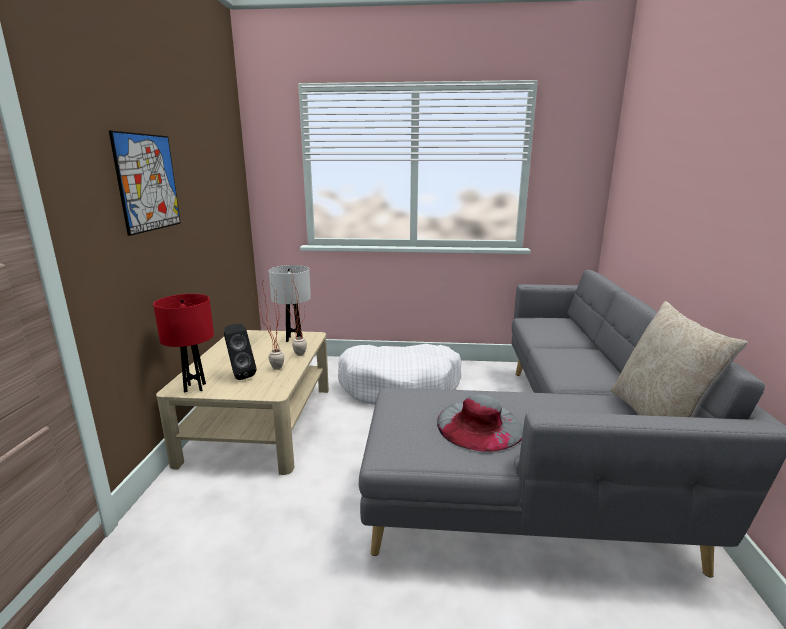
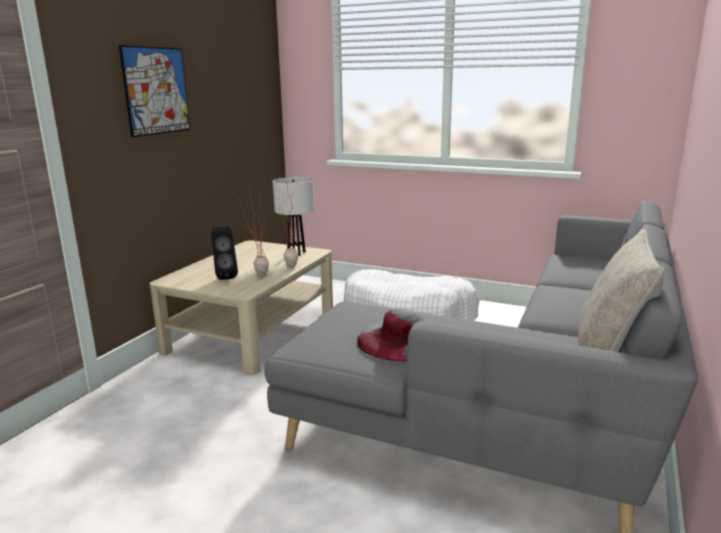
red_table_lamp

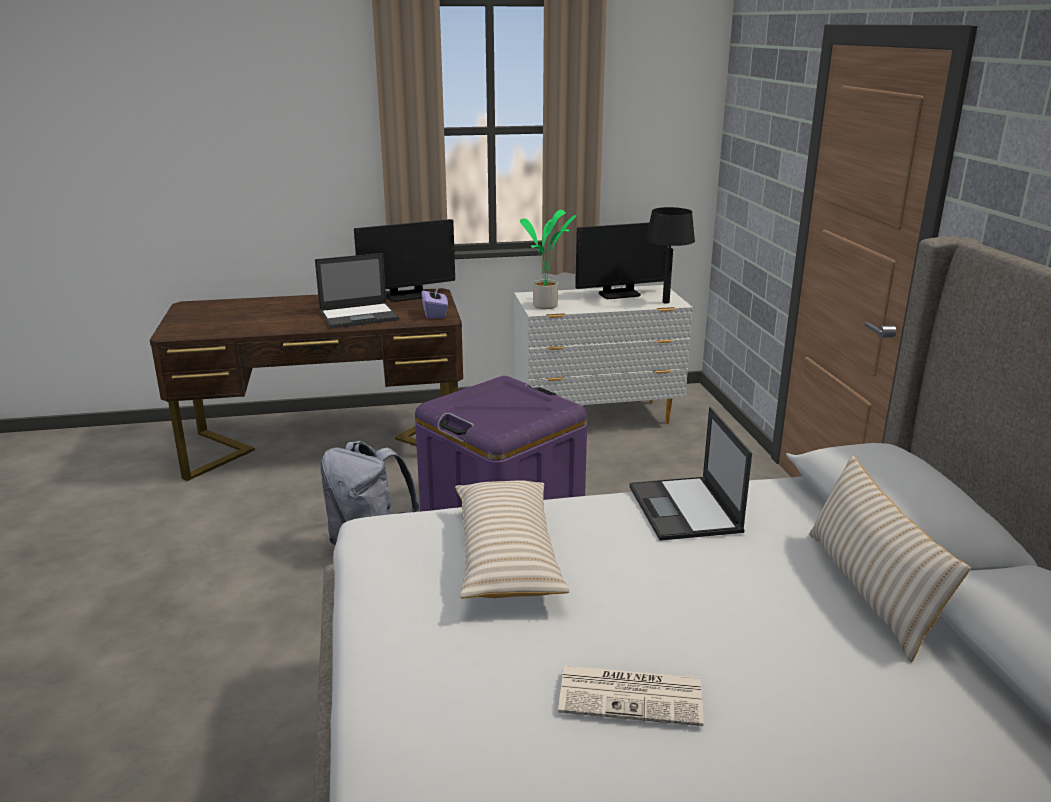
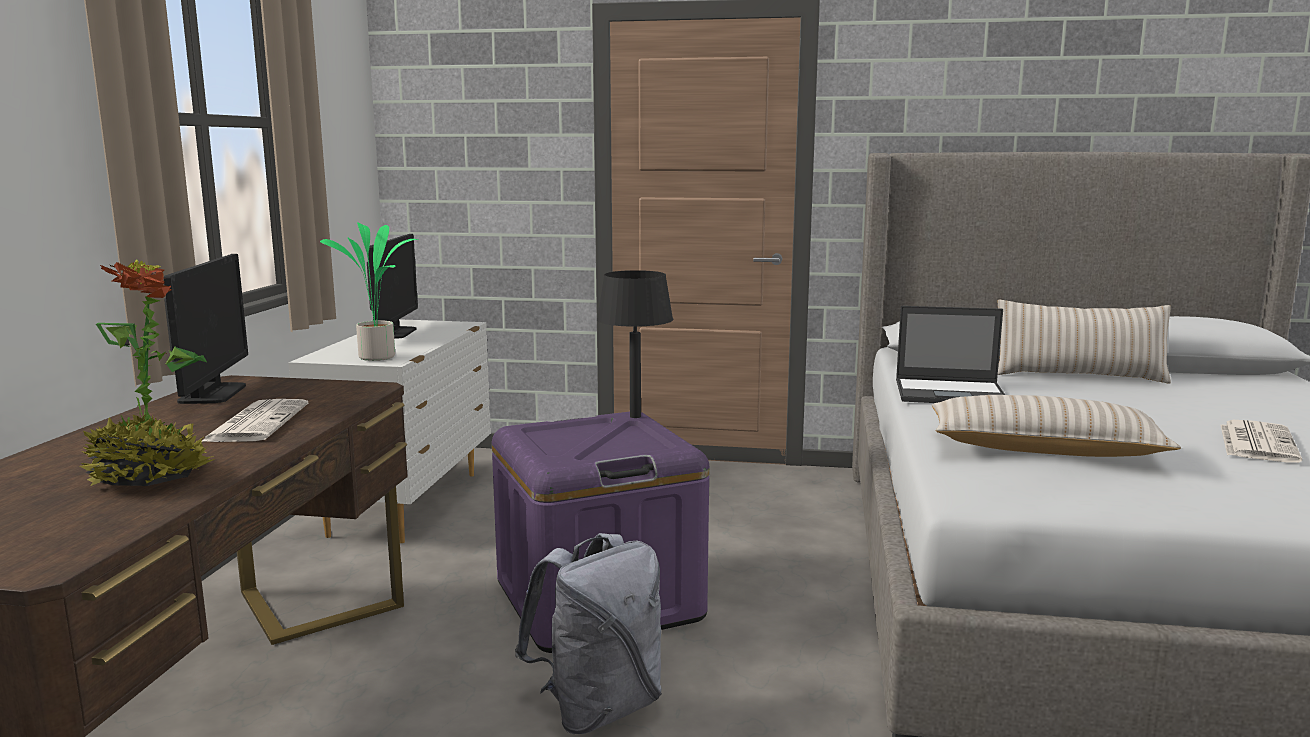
purple_tissue_box; potted_plant (1st from left); black_table_lamp; newspaper (1st from left)

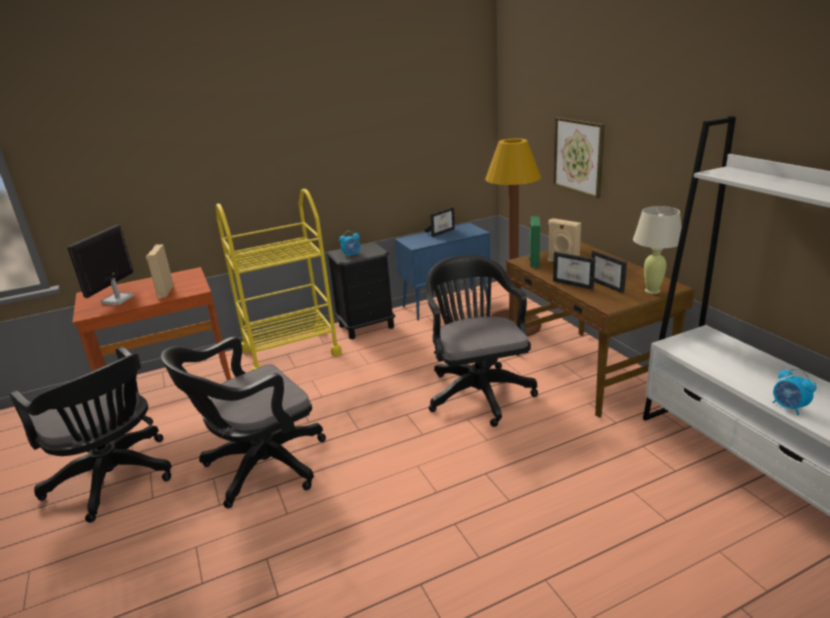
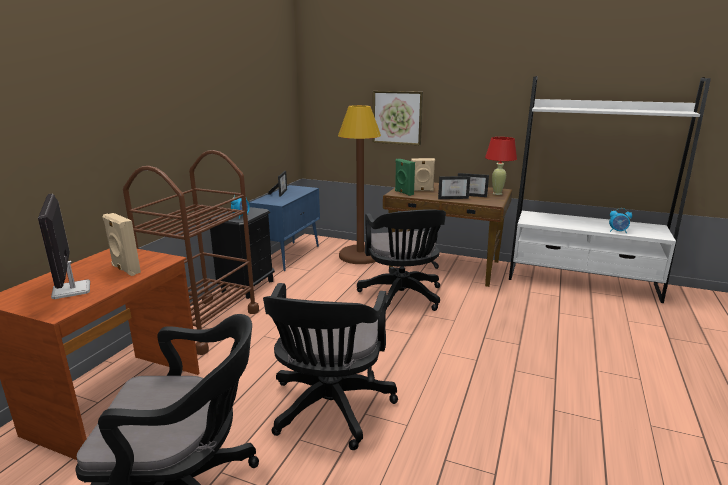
brown_cart; red_table_lamp; black_office_chair (3rd from left)

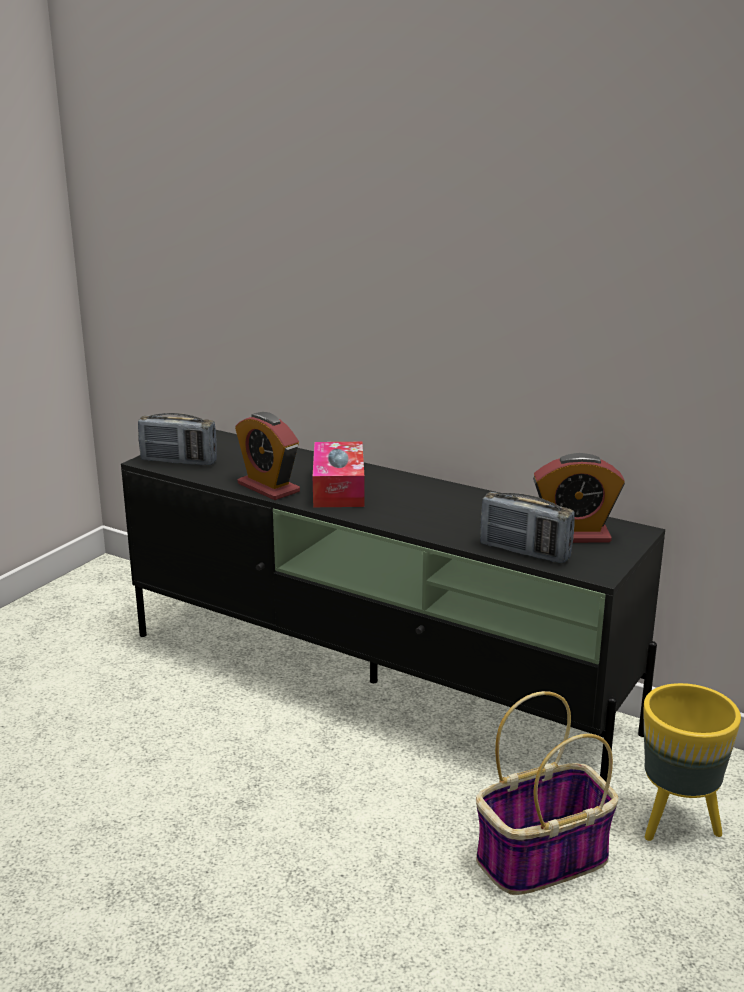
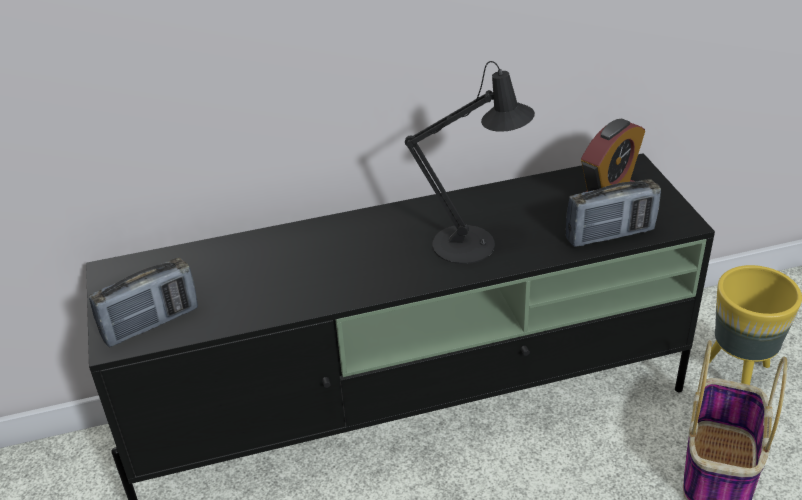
alarm_clock (1st from left in the first image); tissue_box; black_table_lamp

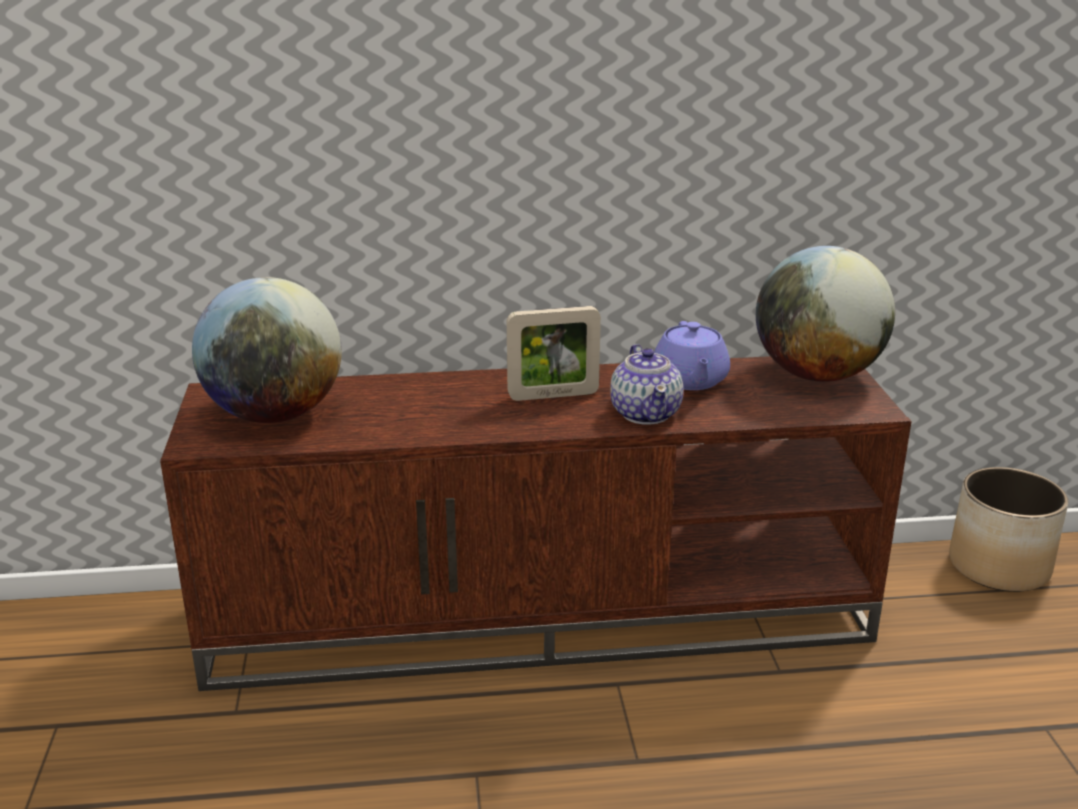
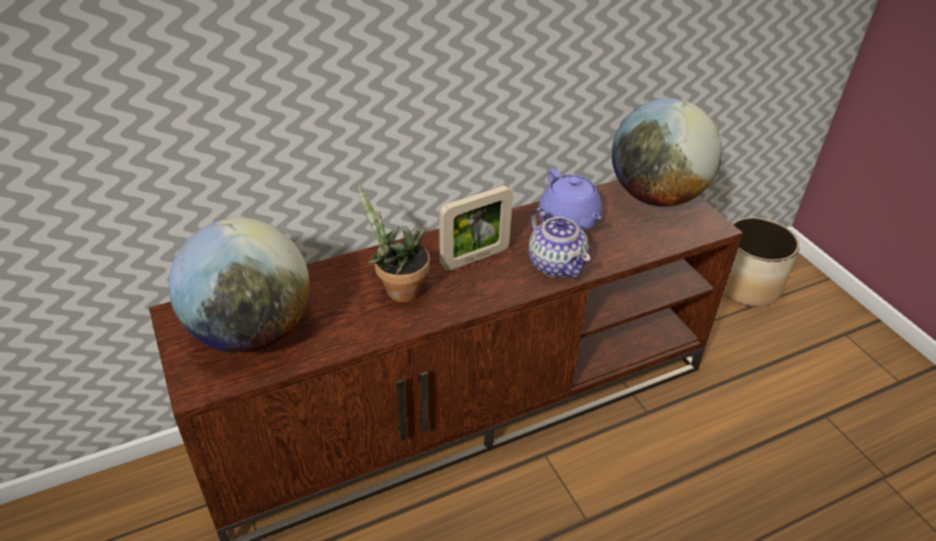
potted_plant

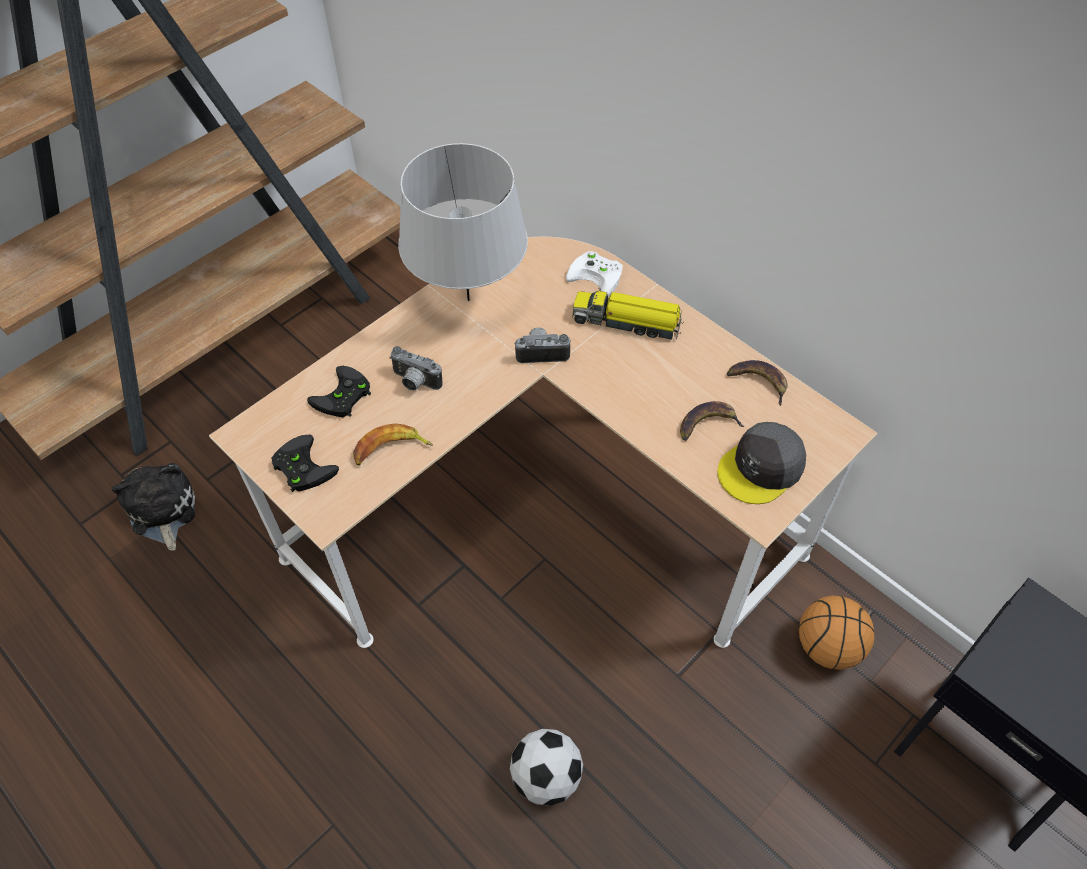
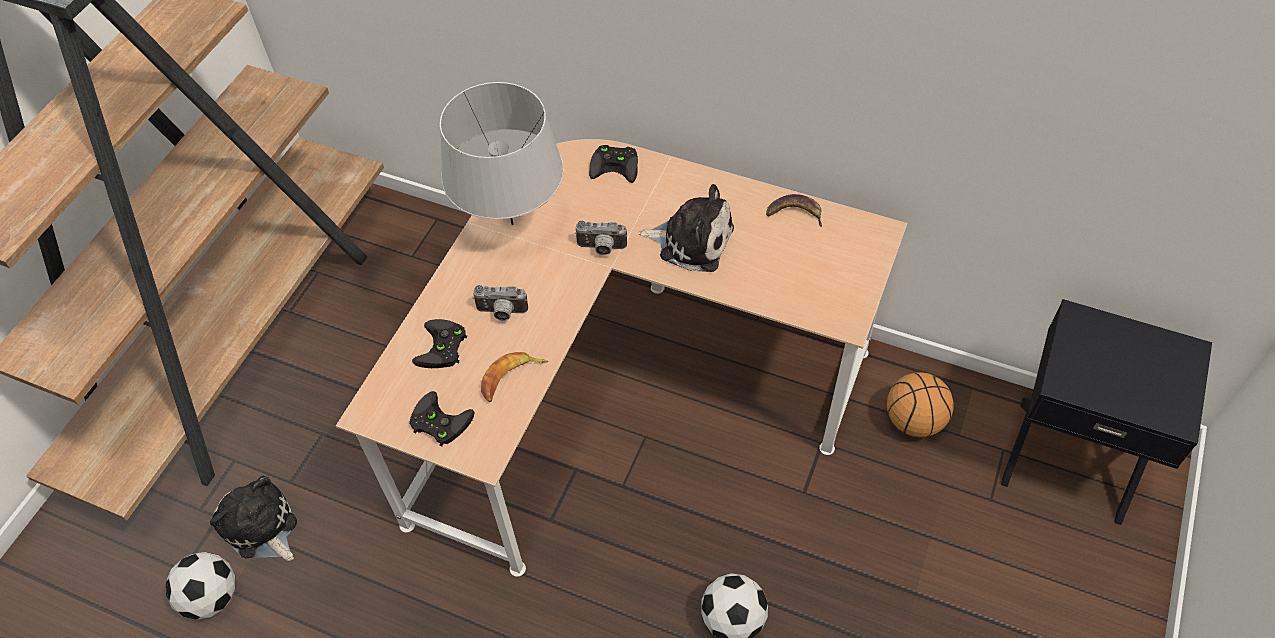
toy_truck; banana (2nd from left in the first image); grey_cap; football (1st from left); plush_toy (2nd from left); black_game_controller (3rd from left); photo_camera (2nd from left)

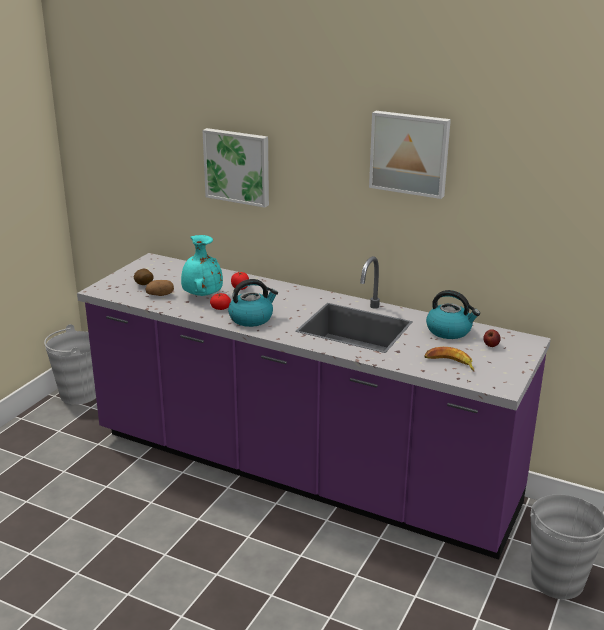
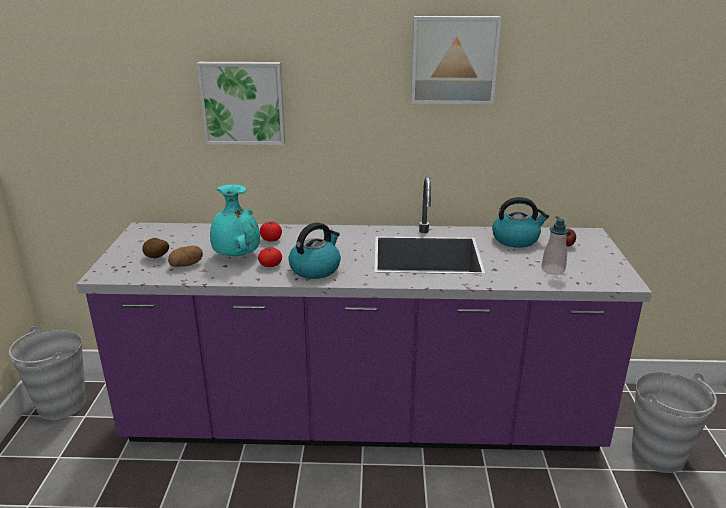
soap_dispenser

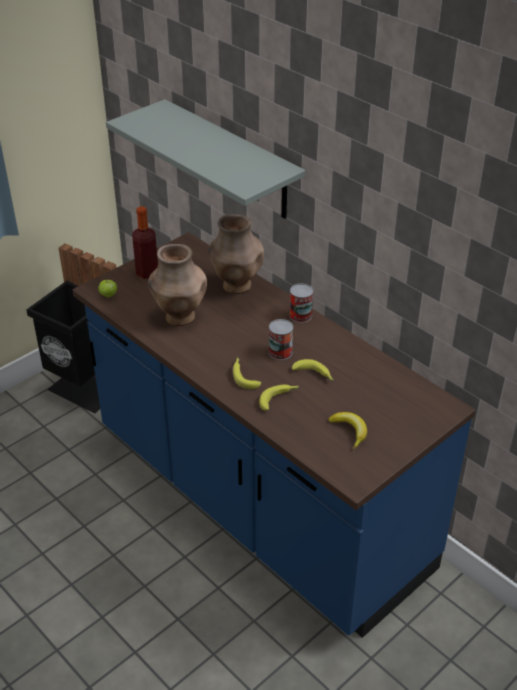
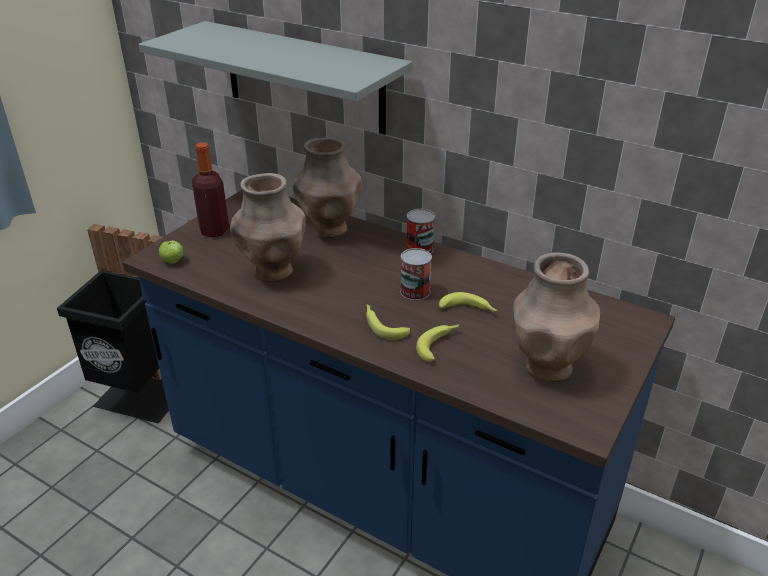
brown_vase (3rd from left)

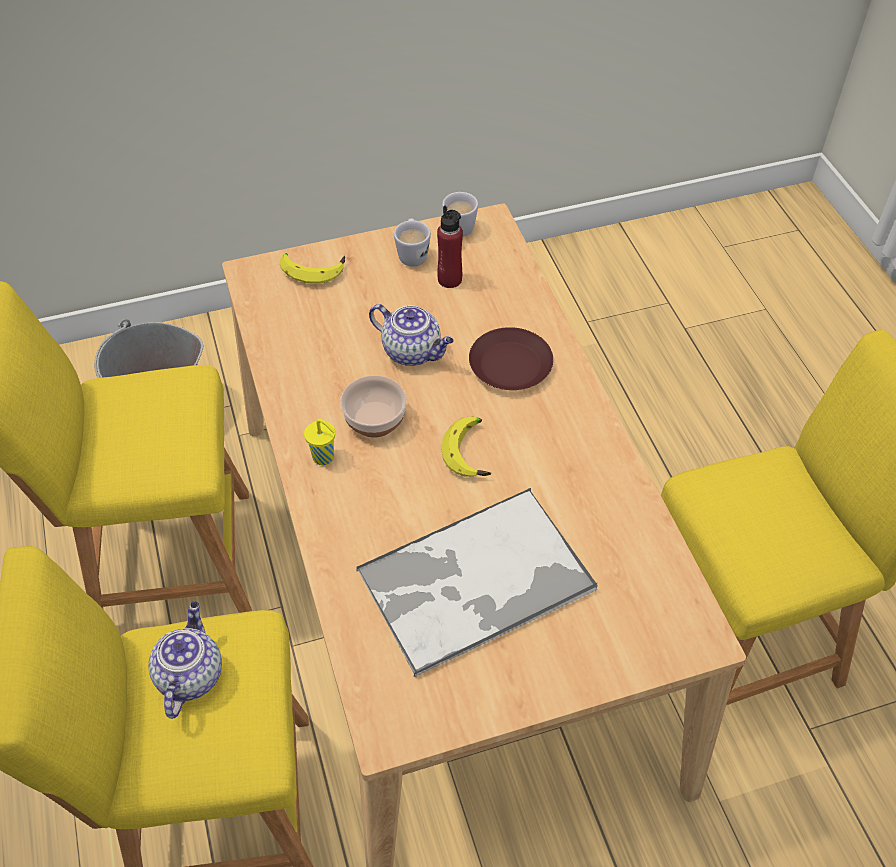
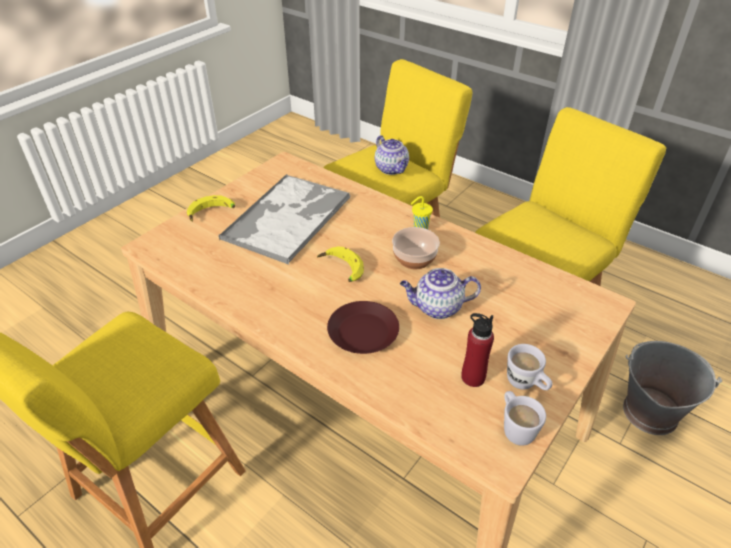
banana (1st from left)

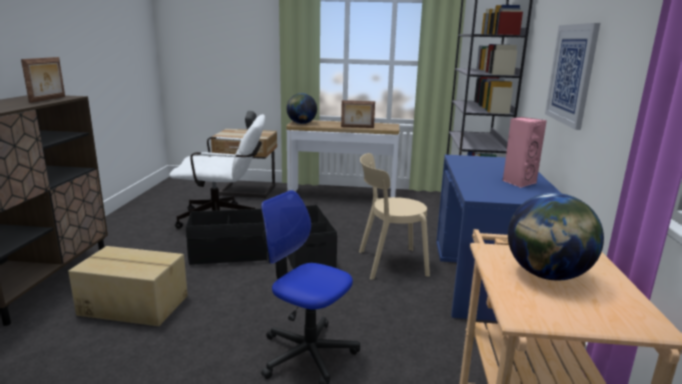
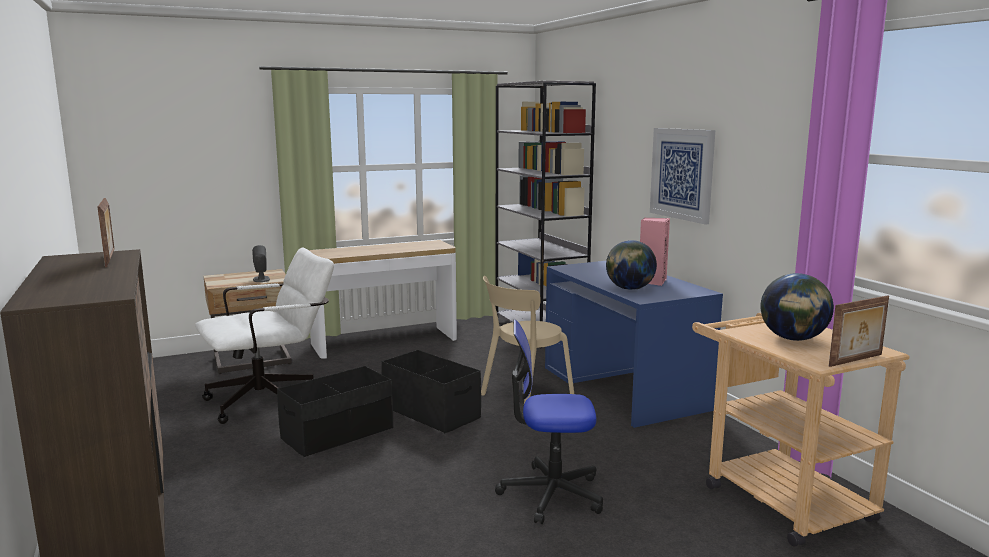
cardboard_box; globe (1st from left); picture_frame (2nd from left)

